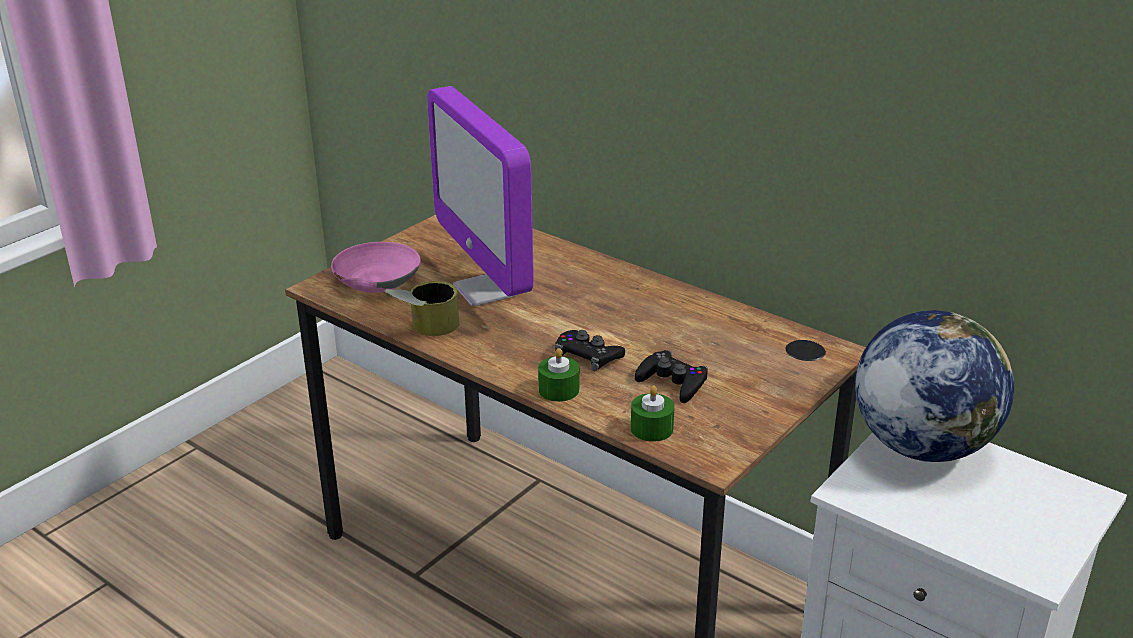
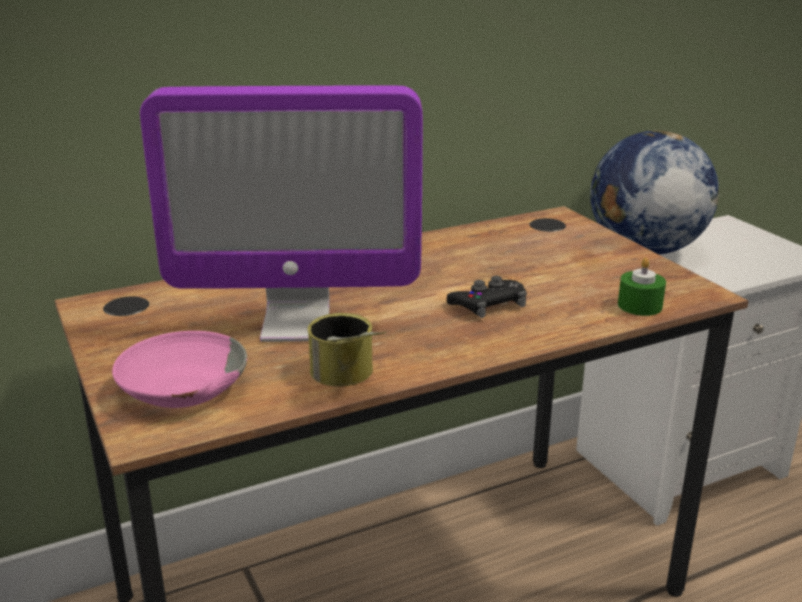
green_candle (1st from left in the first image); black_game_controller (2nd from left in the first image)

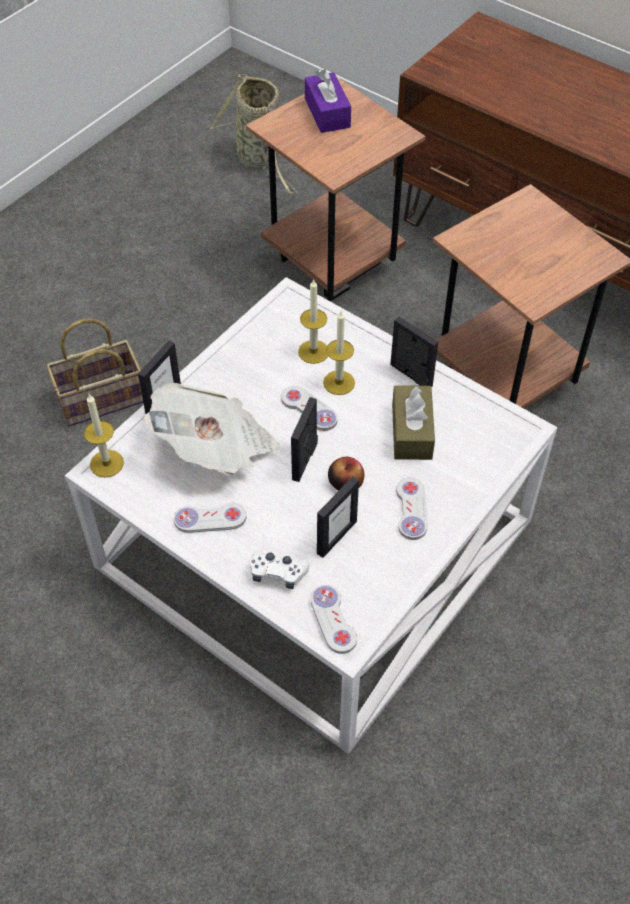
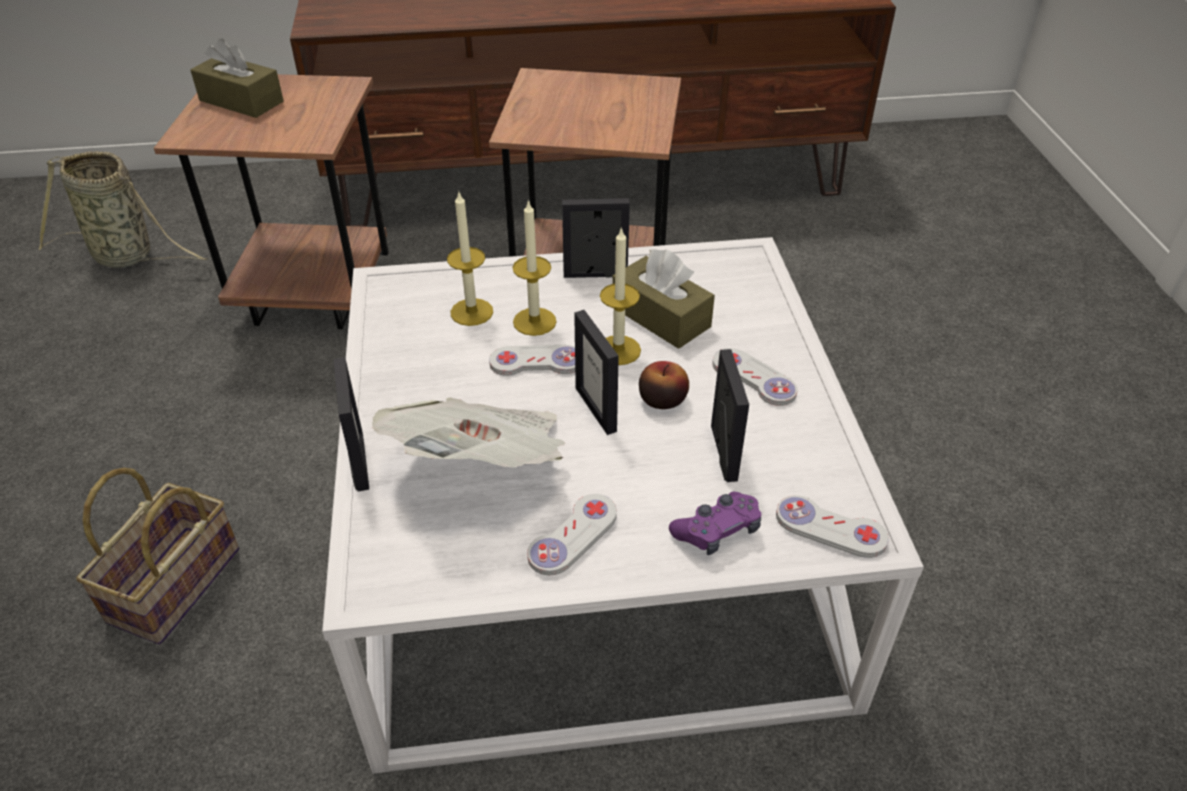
candle (3rd from left); purple_game_controller; brown_tissue_box (1st from left)

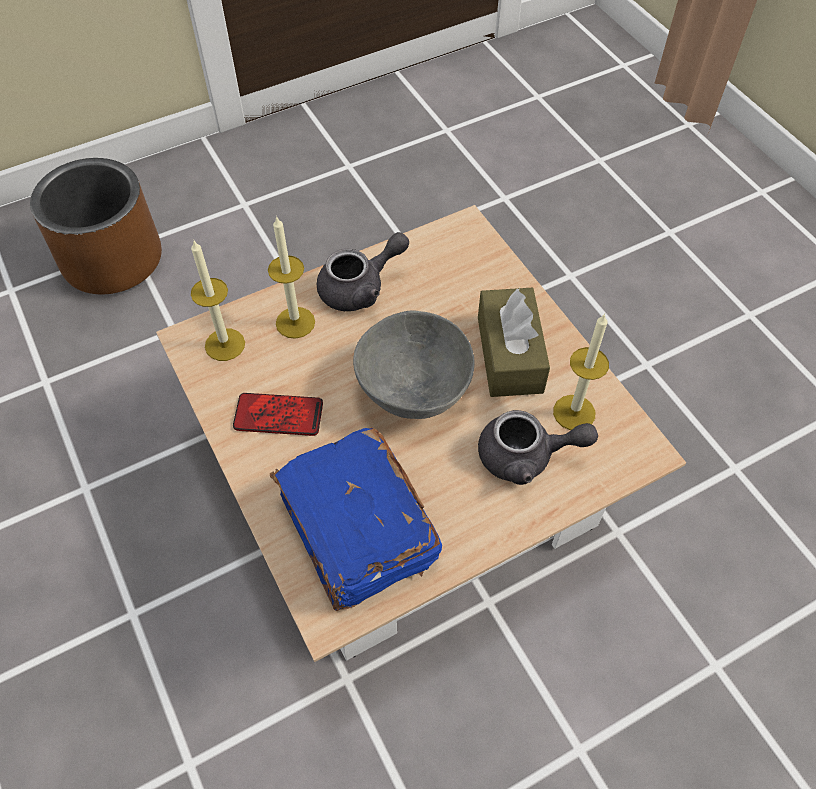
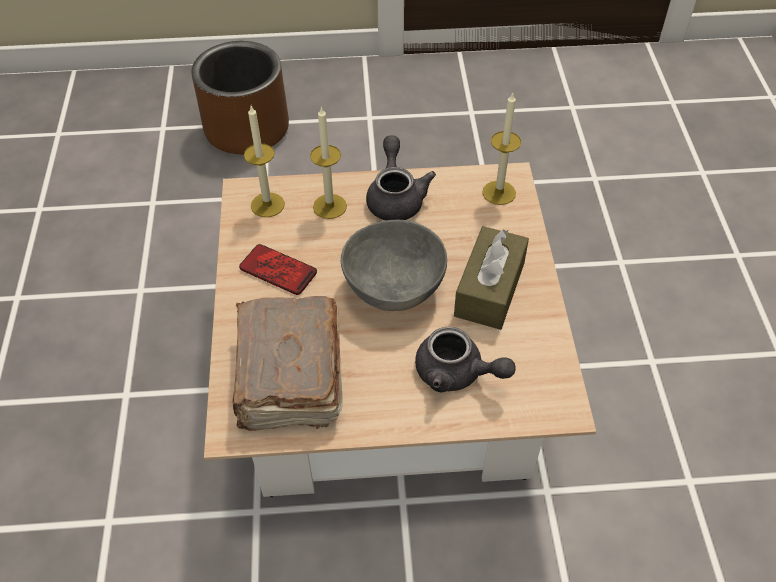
candle (3rd from left); brown_book; grey_teapot (1st from left)

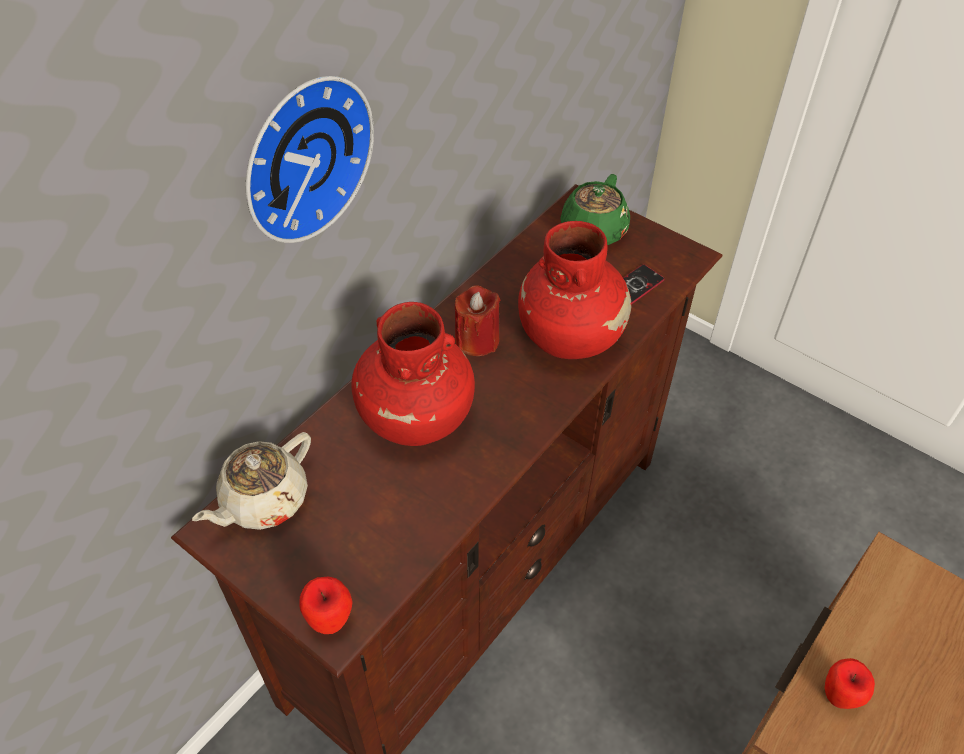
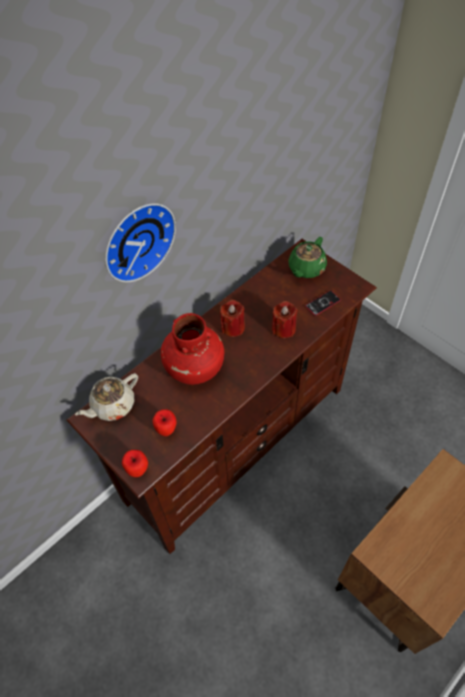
apple (2nd from left); red_candle (2nd from left)

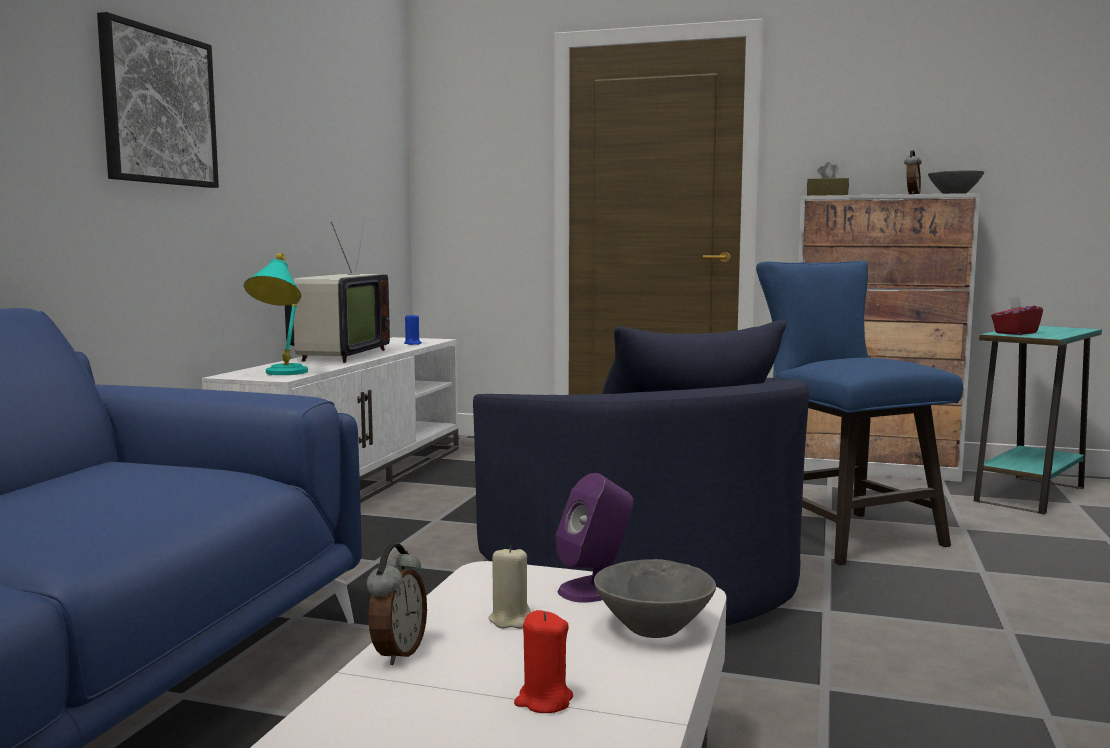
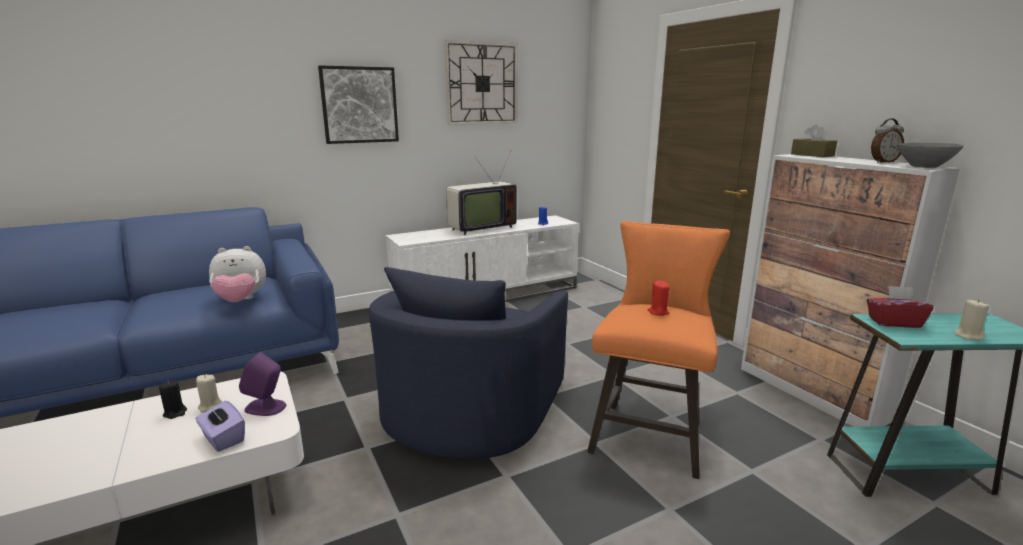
turquoise_table_lamp; alarm_clock (1st from left in the first image); black_candle; plush_toy; wall_clock; beige_candle (2nd from left); red_candle; purple_tissue_box; orange_stool

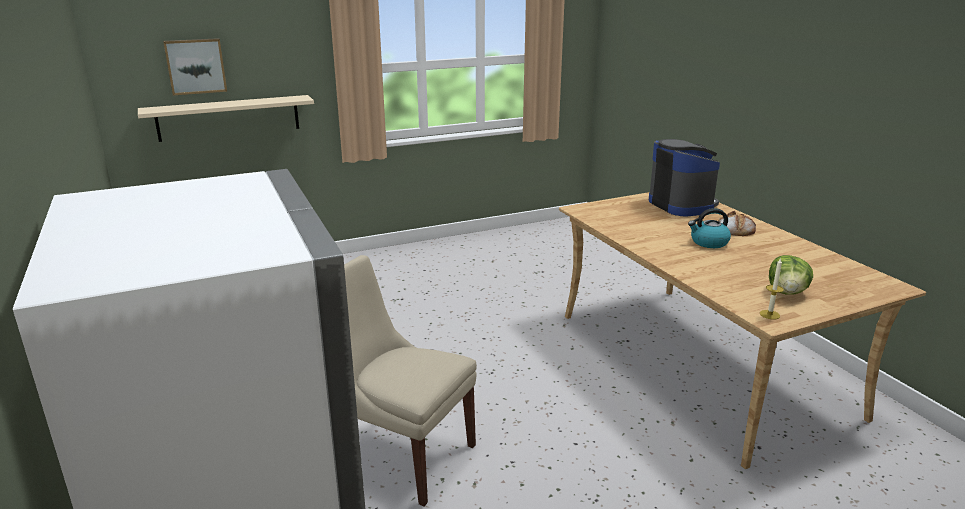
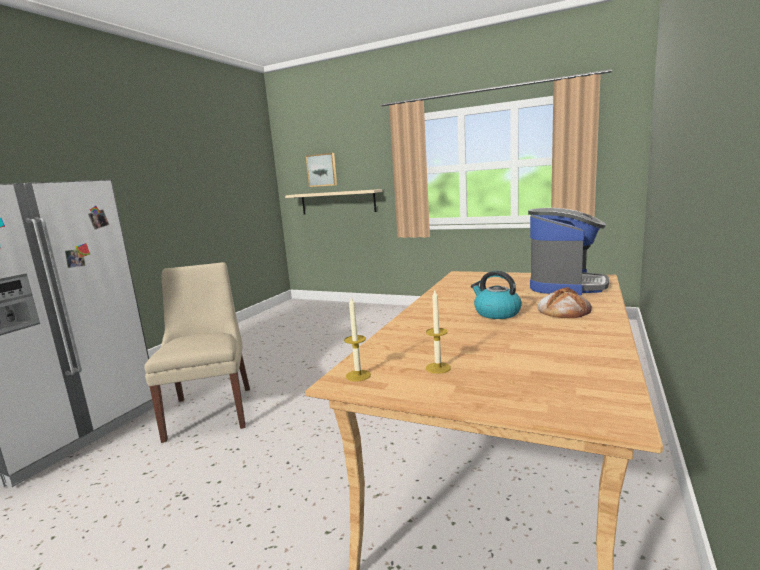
candle (2nd from left)

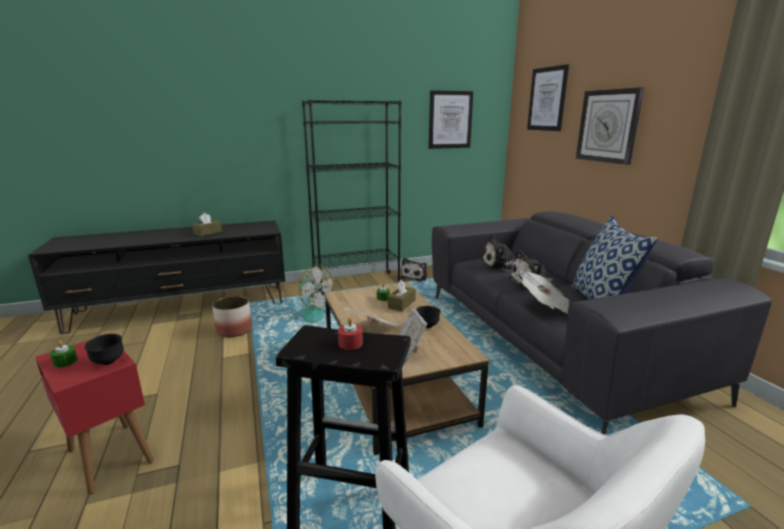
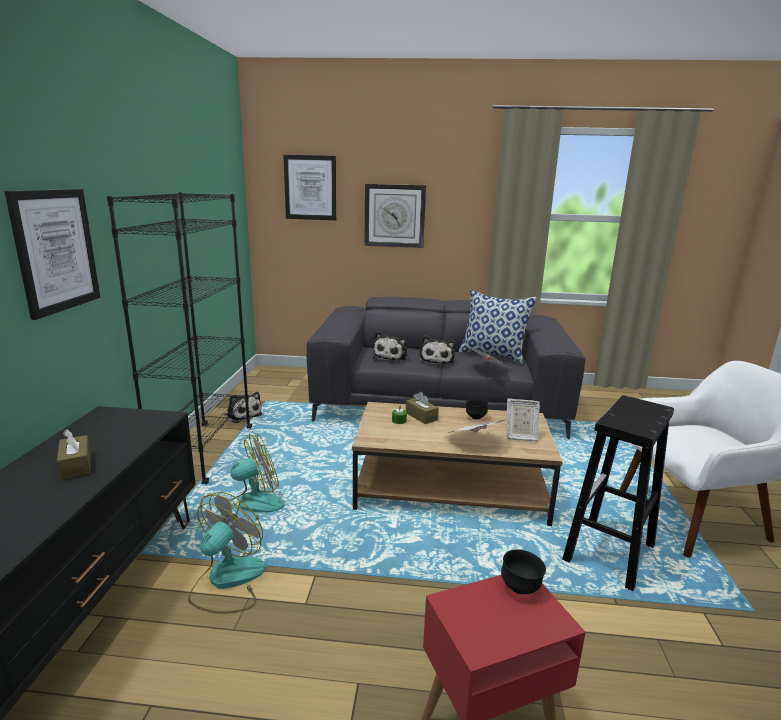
green_candle (1st from left in the first image); red_candle; picture (1st from left); fan (1st from left)

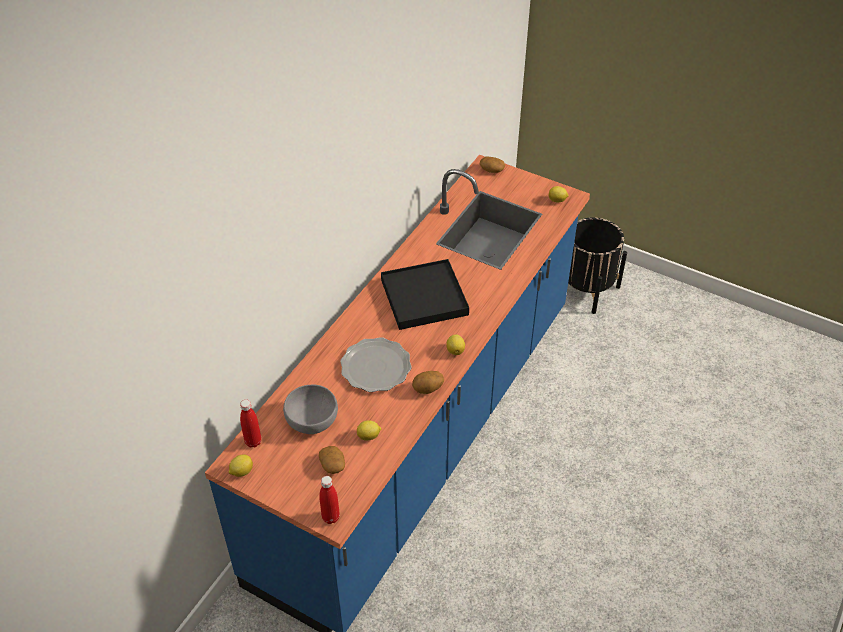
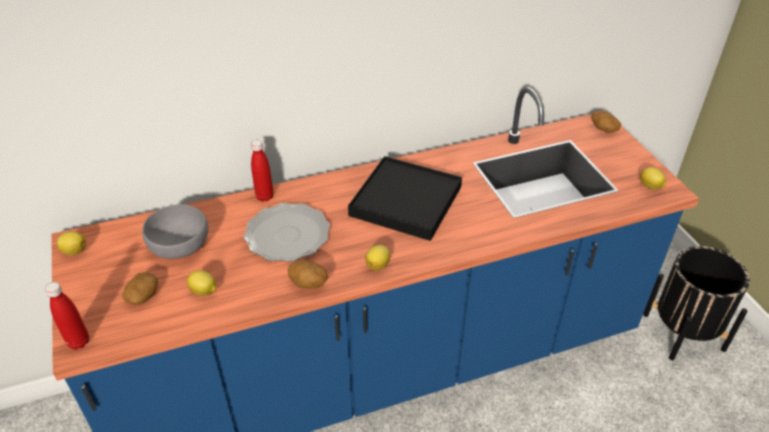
red_bottle (2nd from left)

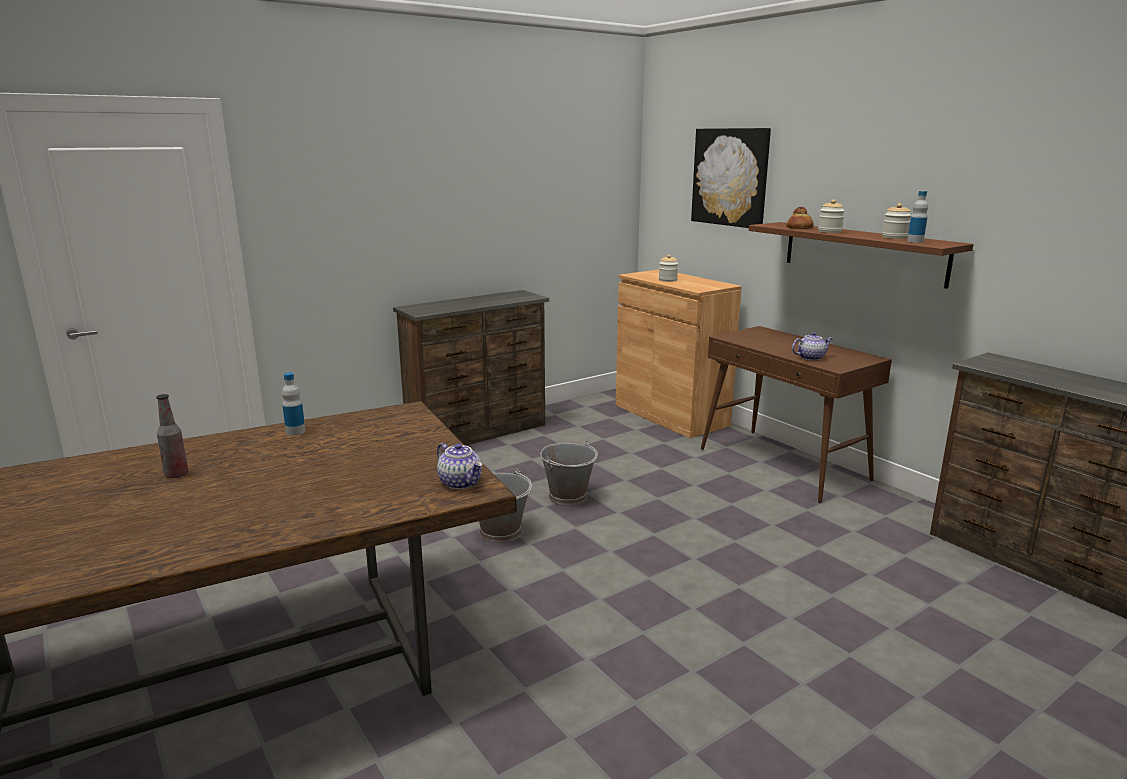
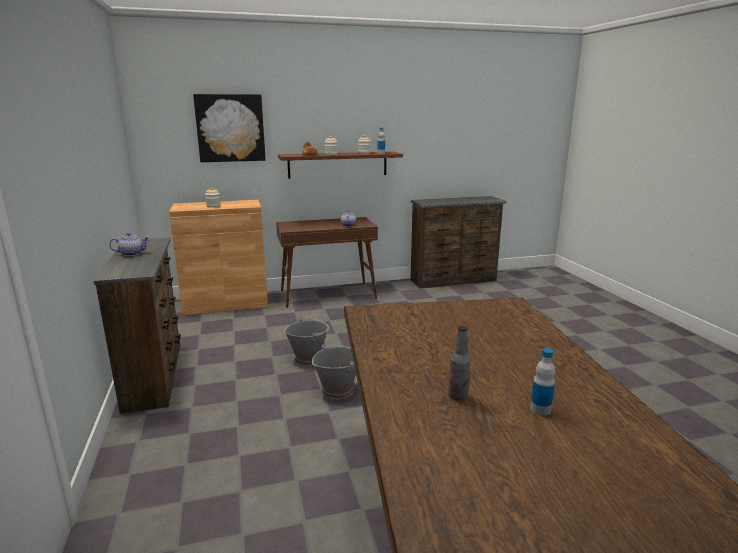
bottle (3rd from left); teapot (1st from left)

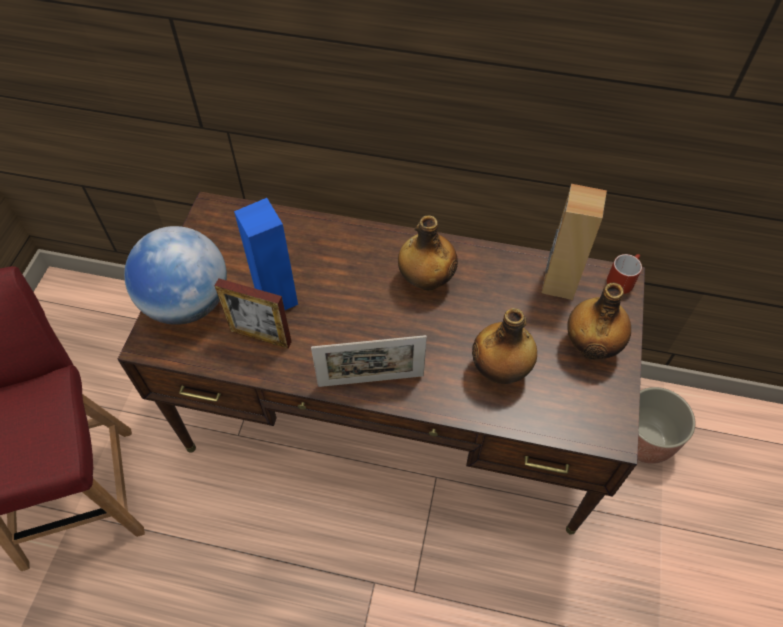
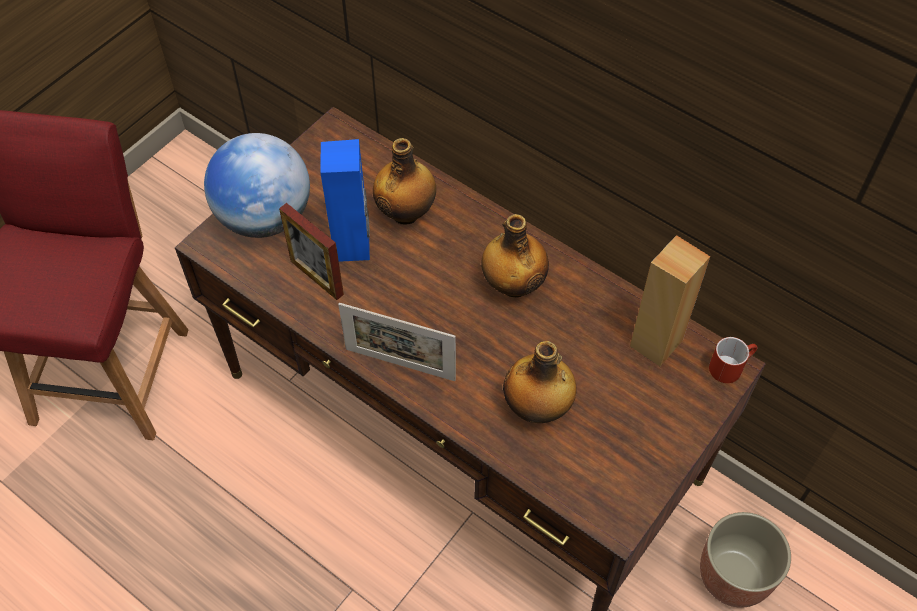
bottle (1st from left)

